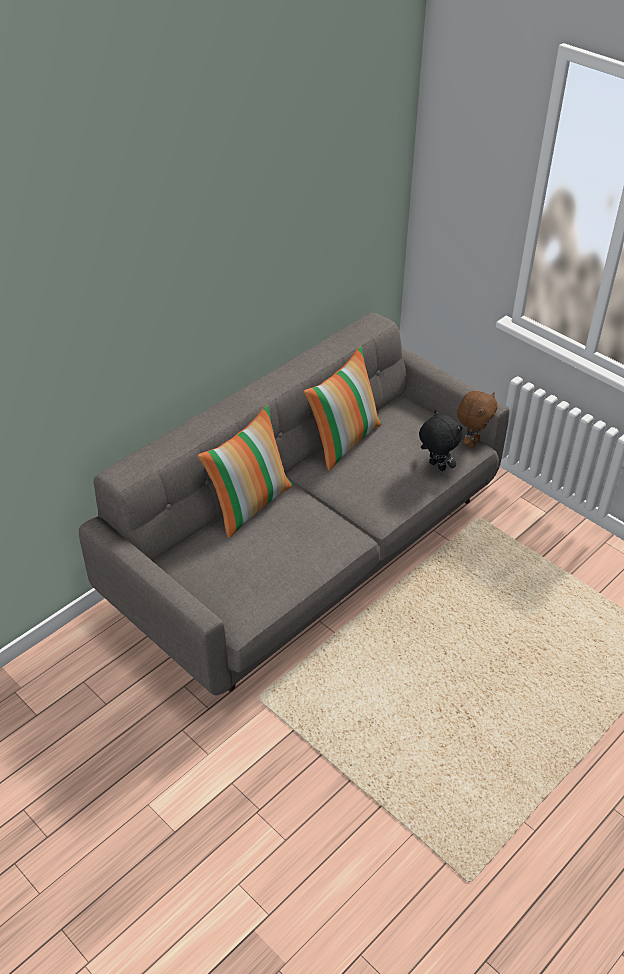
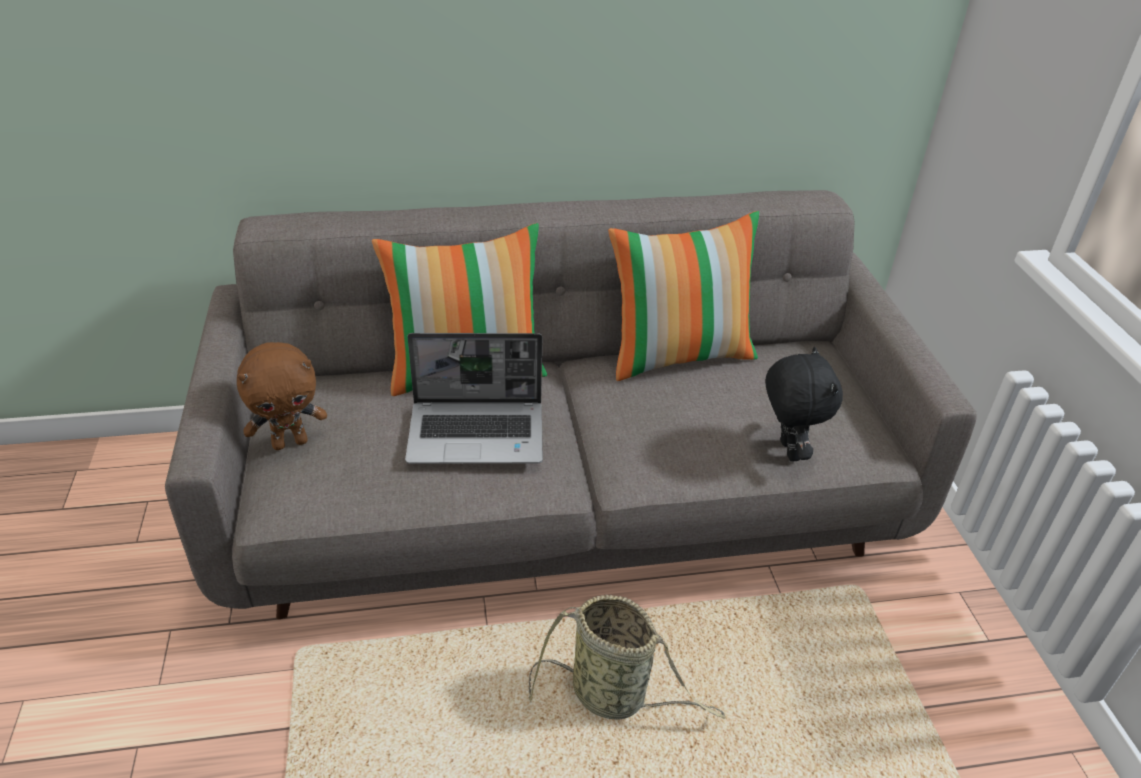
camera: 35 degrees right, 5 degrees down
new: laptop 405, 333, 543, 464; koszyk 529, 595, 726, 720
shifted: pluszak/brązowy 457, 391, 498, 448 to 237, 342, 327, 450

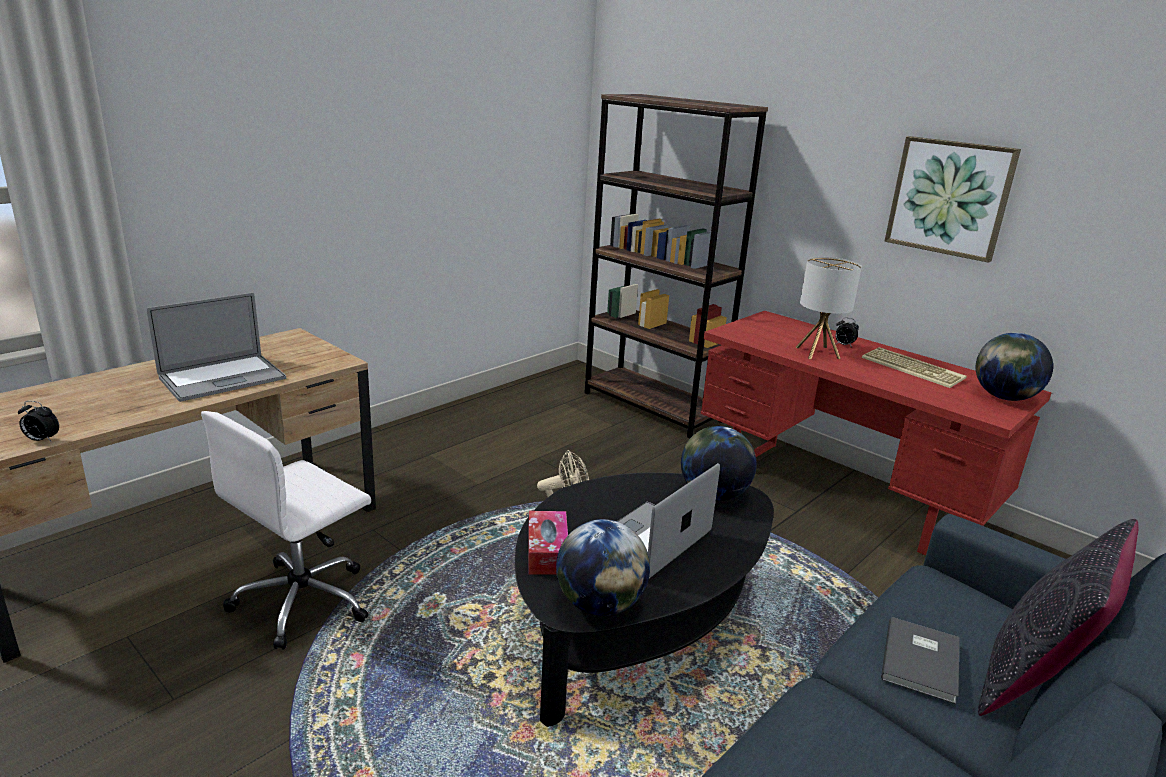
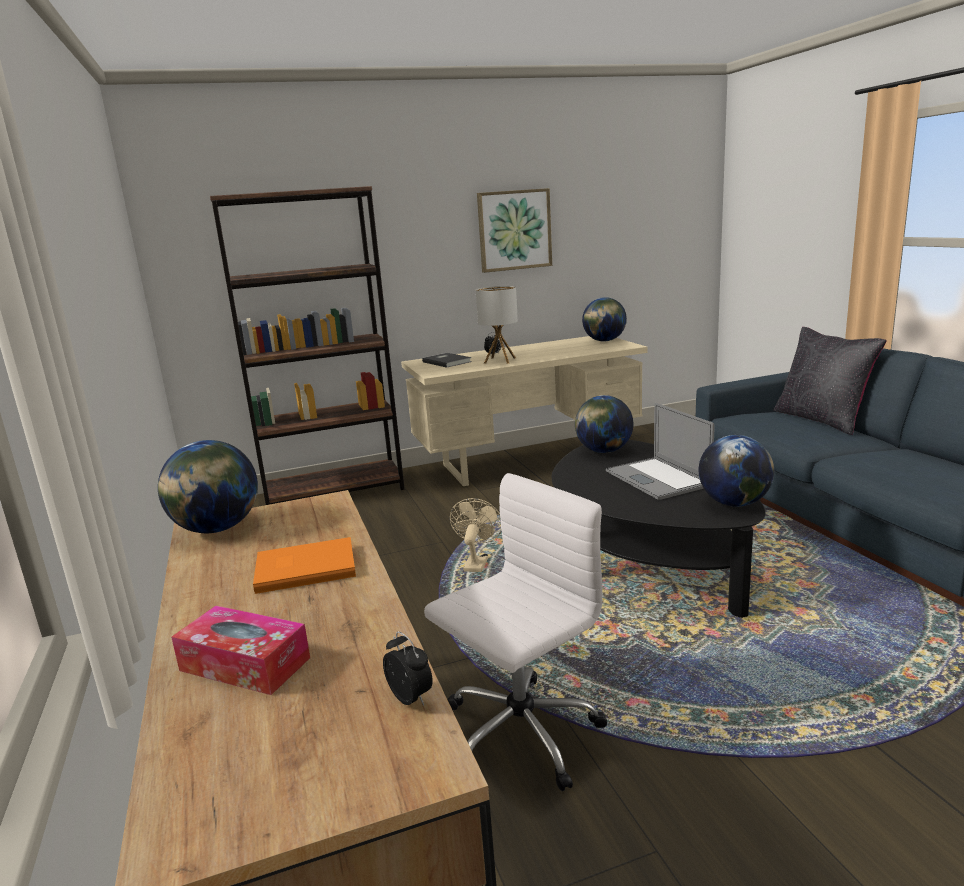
camera: 60 degrees left, 5 degrees down
gone: klawiatura 862, 347, 967, 388
new: globus 158, 440, 258, 533
shifted: pudełko chusteczek 528, 511, 568, 575 to 171, 606, 310, 695; książka/szary 881, 617, 959, 704 to 422, 353, 472, 368
swapped: laptop 147, 293, 286, 402 to książka/pomarańczowy 253, 537, 356, 594
repainted: biurko/czerwony 701, 311, 1052, 556 to biurko/beżowy 401, 336, 647, 486
rotated: budzik 18, 401, 59, 442 = 383, 632, 433, 706 75 degrees counterclockwise; krzesło biurowe/biały 201, 411, 371, 650 = 424, 473, 607, 791 105 degrees counterclockwise

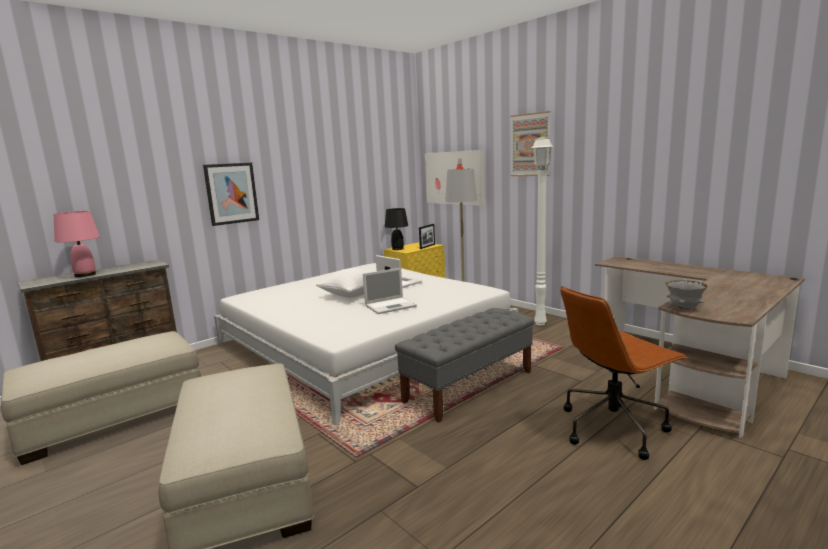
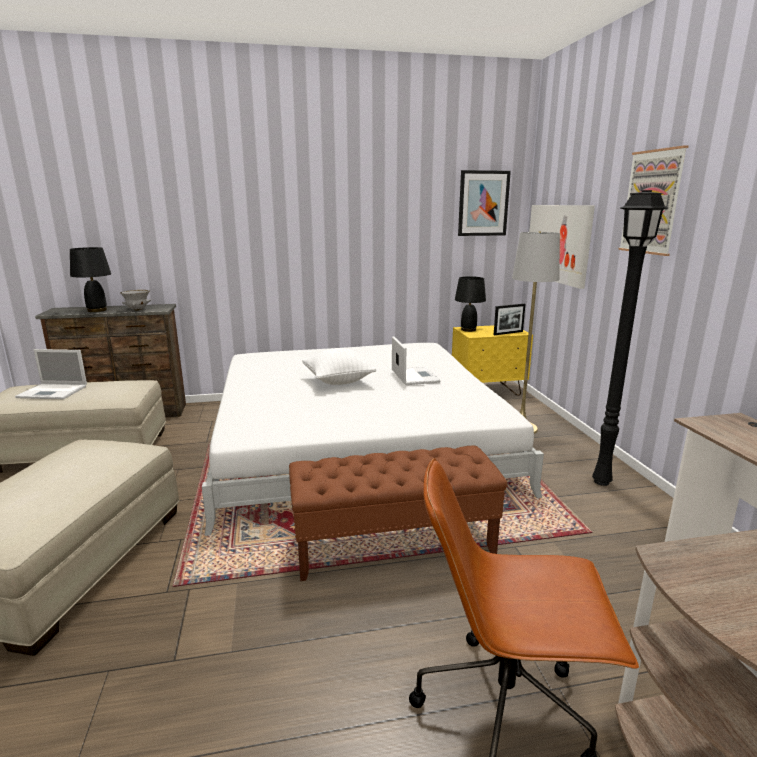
camera: 30 degrees right, 5 degrees up
shifted: obraz 203, 163, 259, 226 to 458, 170, 511, 236; laptop 363, 268, 417, 314 to 15, 349, 87, 399; miska/szary 665, 280, 708, 309 to 120, 290, 151, 310
repainted: lampa stołowa/różowy 54, 211, 100, 277 to lampa stołowa/czarny 70, 247, 111, 312; ławka/szary 395, 308, 534, 422 to ławka/brązowy 289, 446, 508, 581; lampa stojąca/biały 531, 137, 554, 326 to lampa stojąca/czarny 592, 190, 668, 486

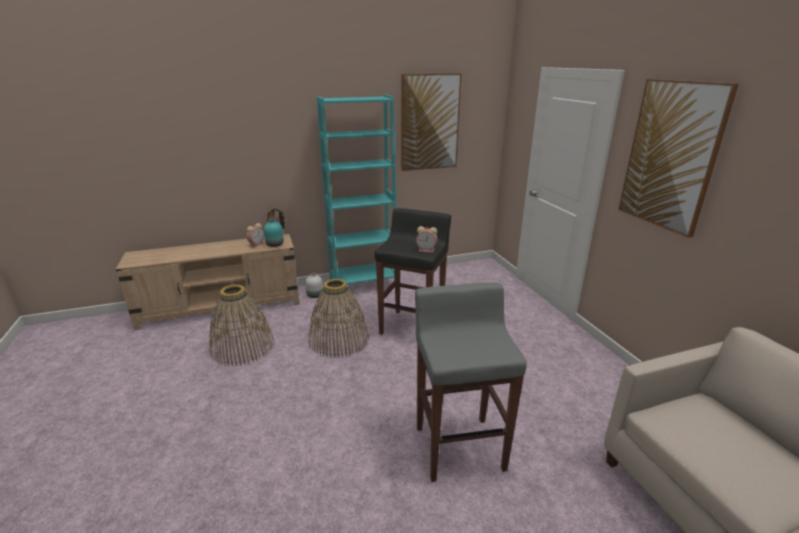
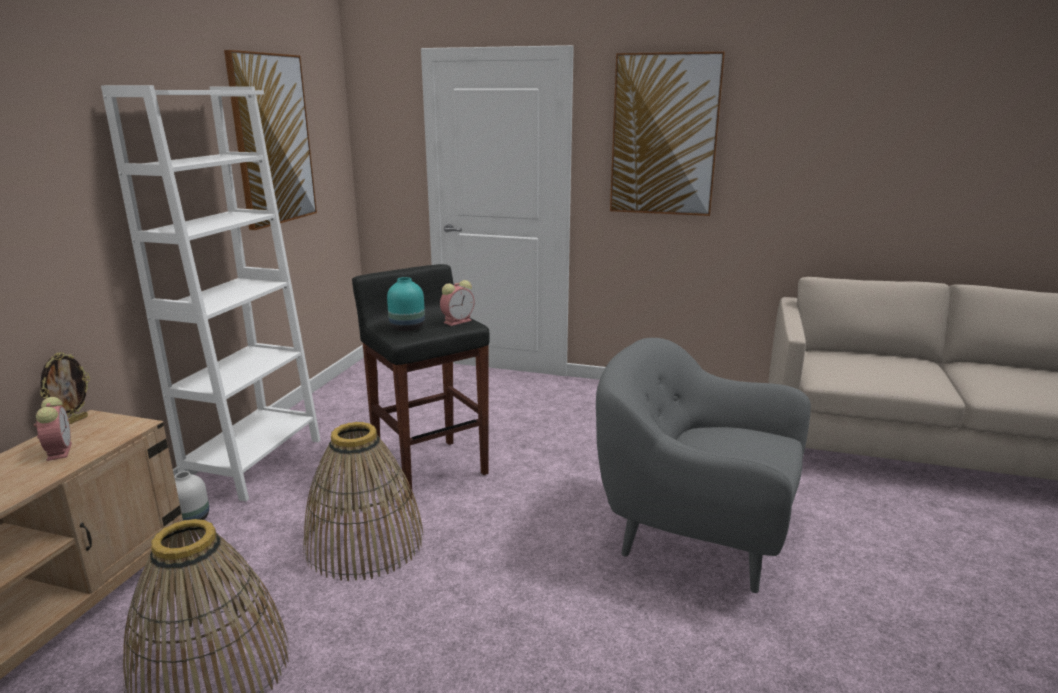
camera: 55 degrees left, 5 degrees down
shifted: wazon/turkusowy 264, 220, 284, 247 to 387, 277, 425, 331
swapped: stołek/szary 415, 282, 527, 482 to fotel/szary 596, 338, 811, 593
repainted: regał/turkusowy 317, 95, 397, 287 to regał/biały 101, 85, 321, 501

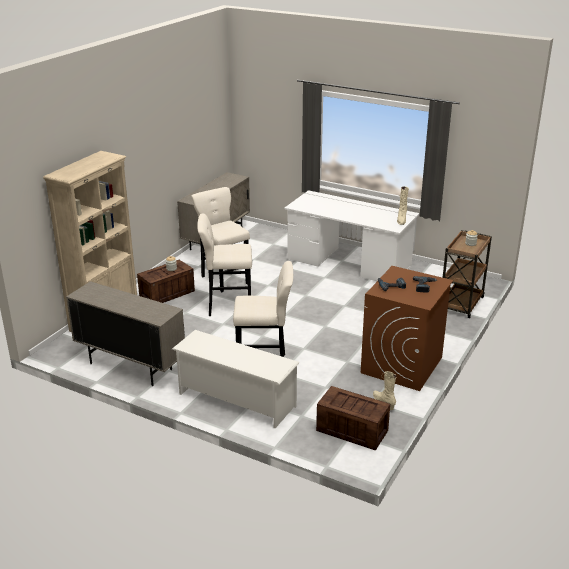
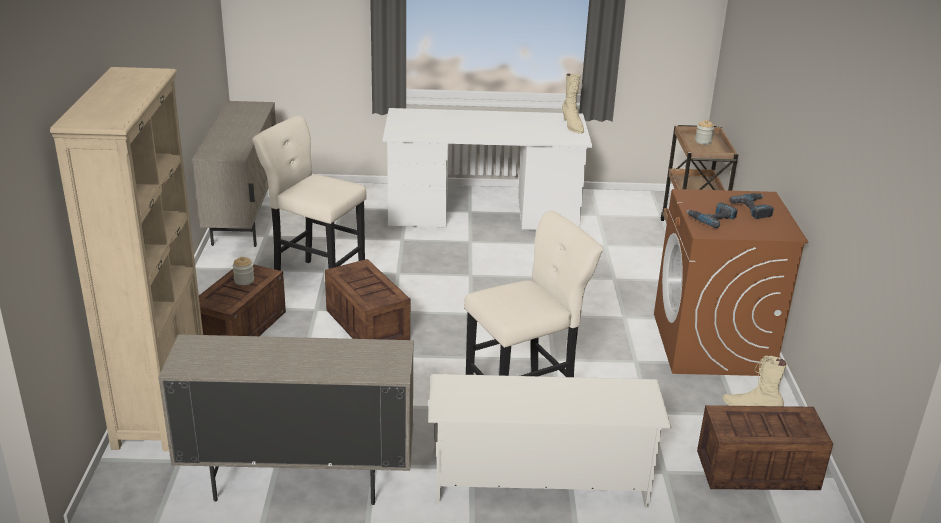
camera: 30 degrees left, 0 degrees up
swapped: stołek/beżowy 197, 214, 252, 316 to skrzynka 325, 259, 410, 340

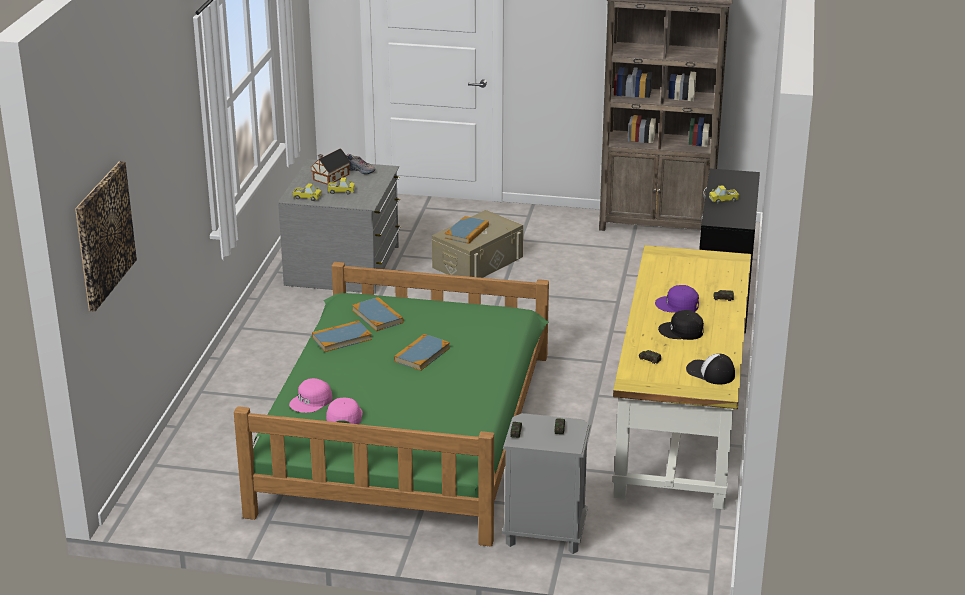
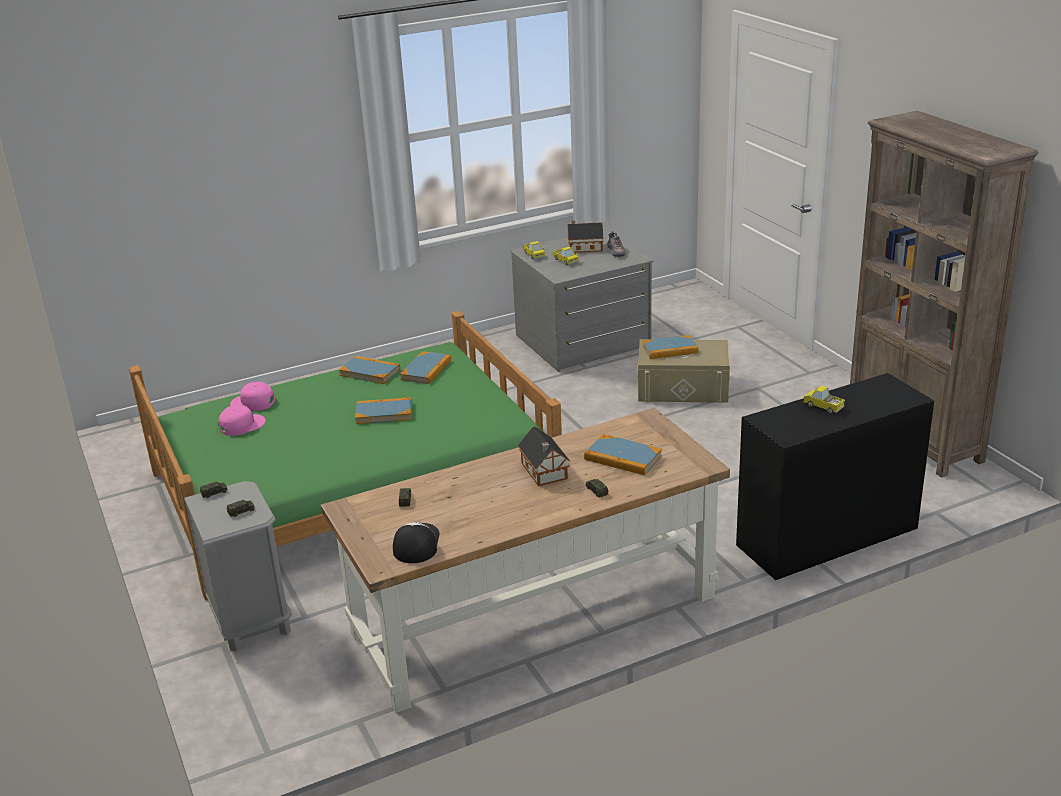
camera: 55 degrees right, 0 degrees up
gone: obraz 75, 161, 137, 312; czapka z daszkiem/czarny 658, 310, 704, 340
new: książka 584, 434, 662, 475
swapped: czapka z daszkiem/fioletowy 655, 285, 699, 313 to domek 518, 427, 570, 486
repainted: biurko/żółty 613, 245, 751, 510 to biurko/brązowy 321, 408, 730, 713

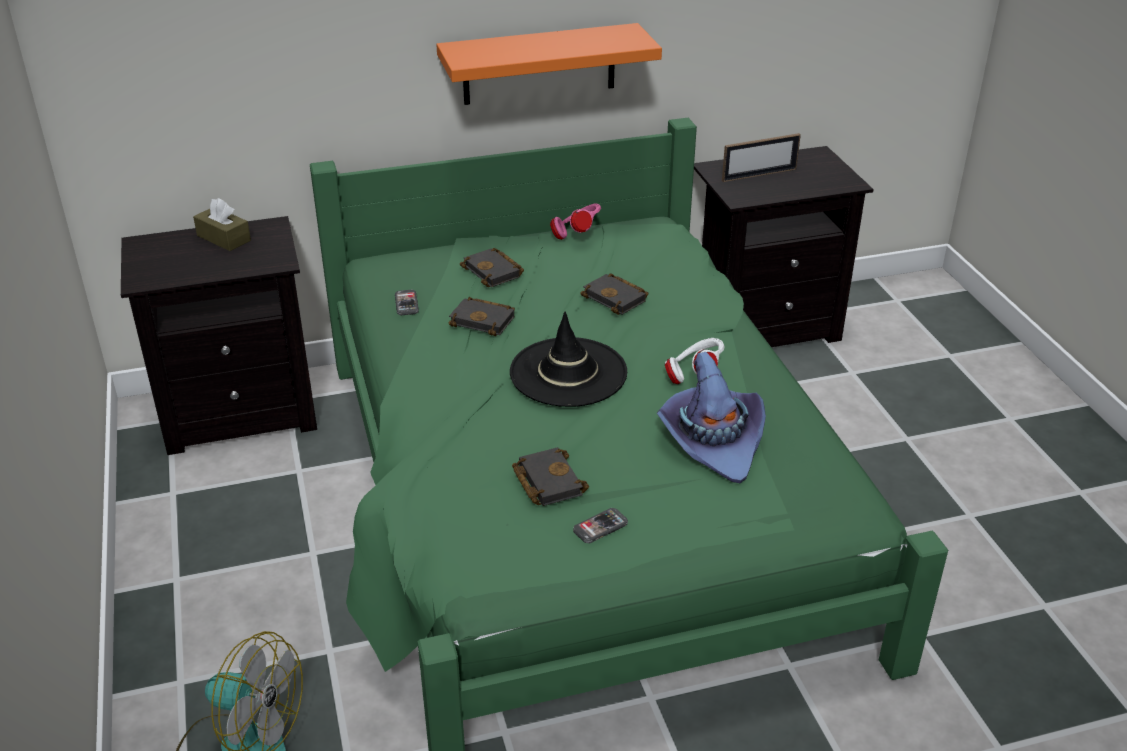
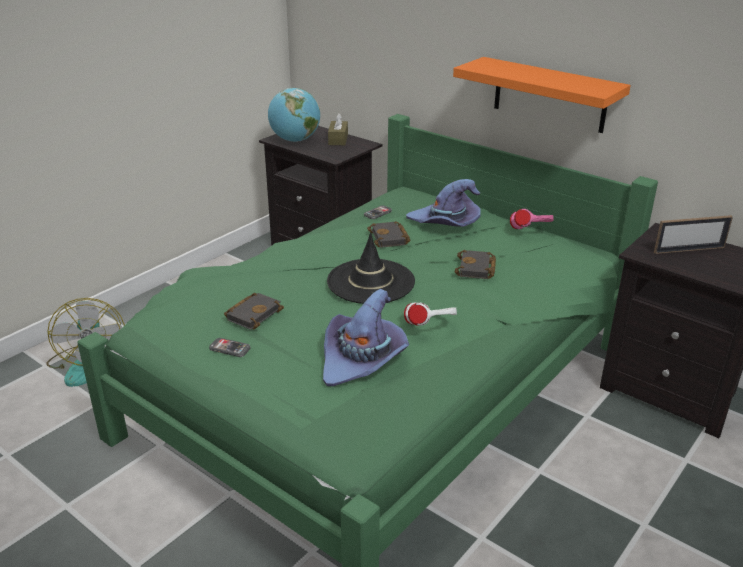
camera: 55 degrees right, 5 degrees down
new: globus 268, 88, 320, 142
swapped: książka/czarny 460, 248, 524, 287 to kapelusz/fioletowy 406, 179, 481, 227
rotated: ramka na zdjęcie 722, 133, 801, 182 = 654, 215, 733, 254 45 degrees counterclockwise

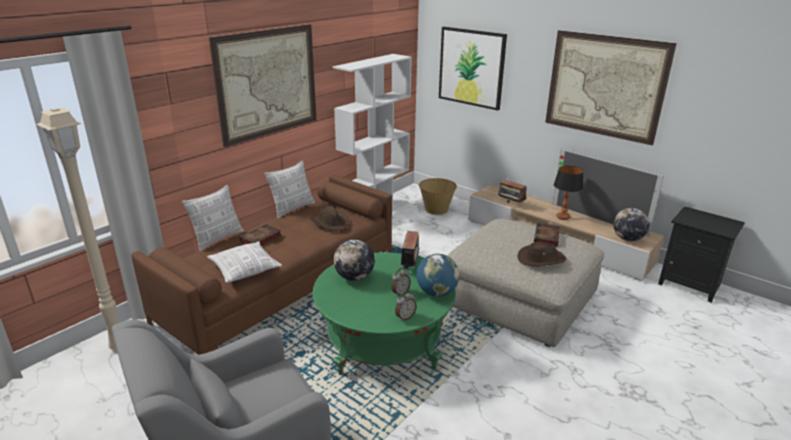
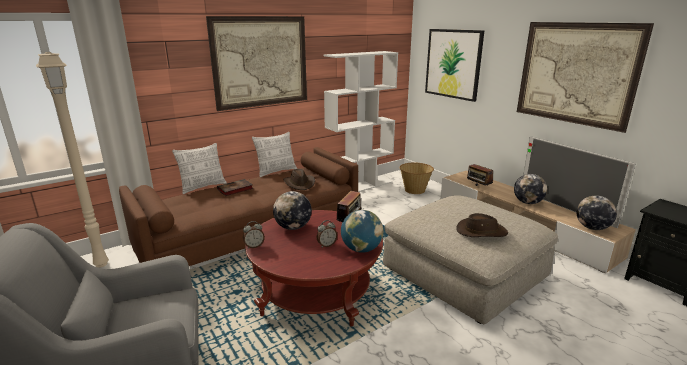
camera: 15 degrees right, 5 degrees down
gone: poduszka 207, 241, 282, 283; książka 534, 223, 560, 247
shifted: budzik 395, 291, 417, 321 to 243, 221, 265, 248
swapped: lampa stołowa 554, 166, 583, 220 to globus 514, 174, 547, 204
repainted: ława/zielony 313, 252, 456, 375 to ława/czerwony 245, 210, 383, 327

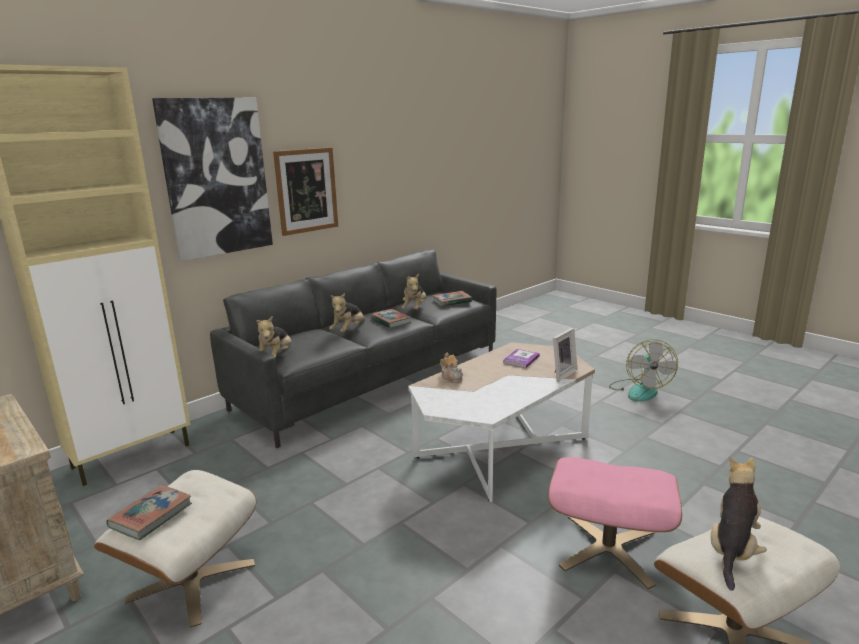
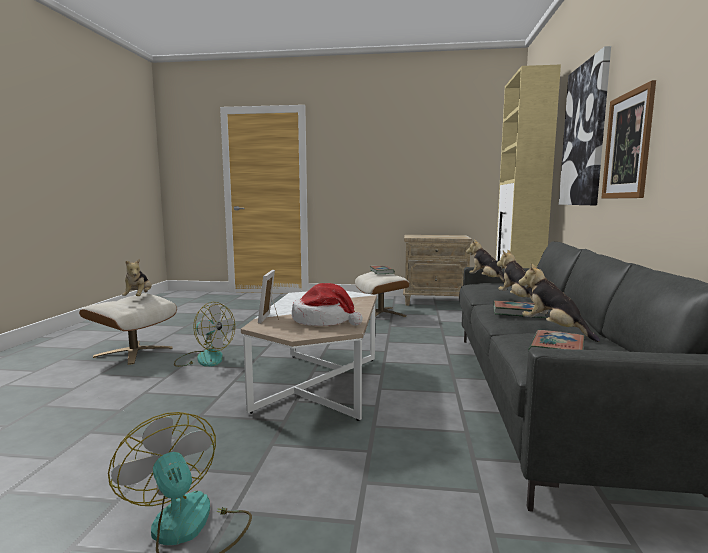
camera: 140 degrees right, 10 degrees down
gone: imbryk 440, 353, 463, 383
swapped: książka 503, 349, 540, 368 to kapelusz 291, 283, 363, 326; pufa/różowy 548, 457, 682, 589 to wentylator 174, 302, 235, 367

